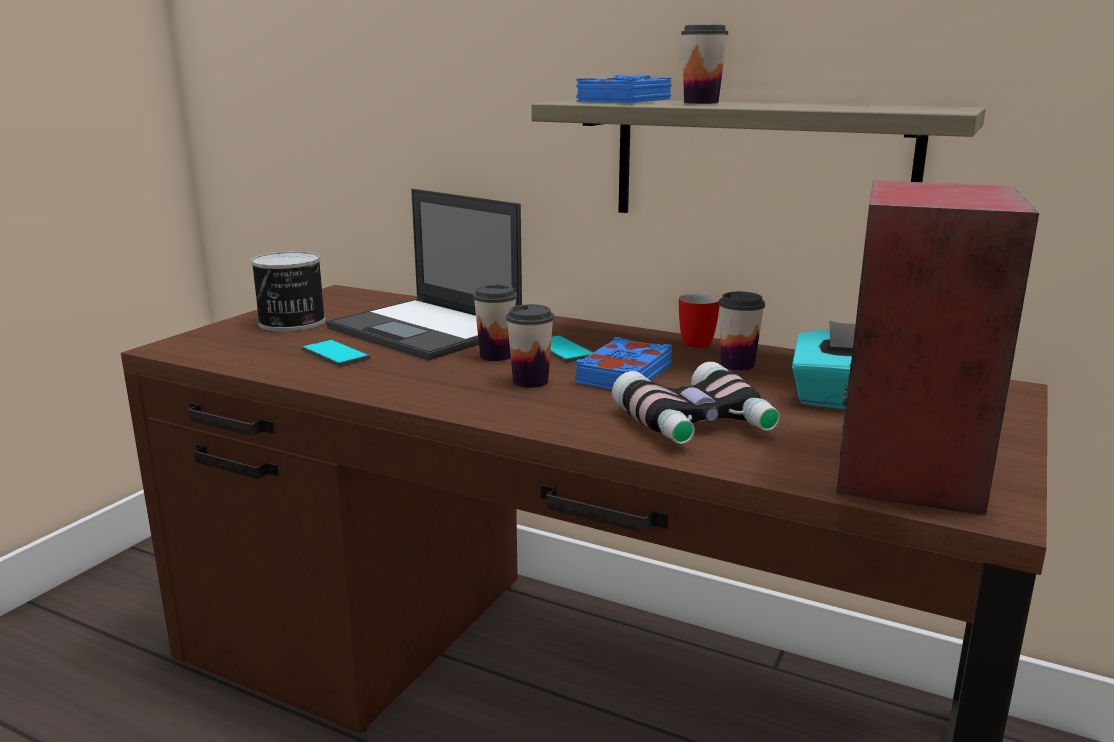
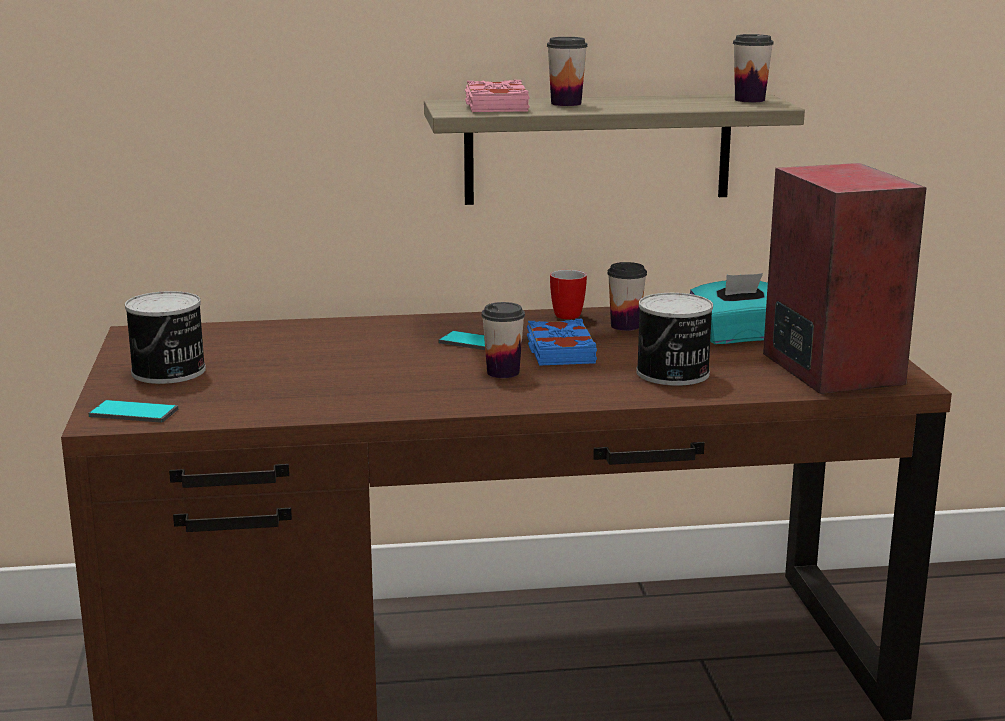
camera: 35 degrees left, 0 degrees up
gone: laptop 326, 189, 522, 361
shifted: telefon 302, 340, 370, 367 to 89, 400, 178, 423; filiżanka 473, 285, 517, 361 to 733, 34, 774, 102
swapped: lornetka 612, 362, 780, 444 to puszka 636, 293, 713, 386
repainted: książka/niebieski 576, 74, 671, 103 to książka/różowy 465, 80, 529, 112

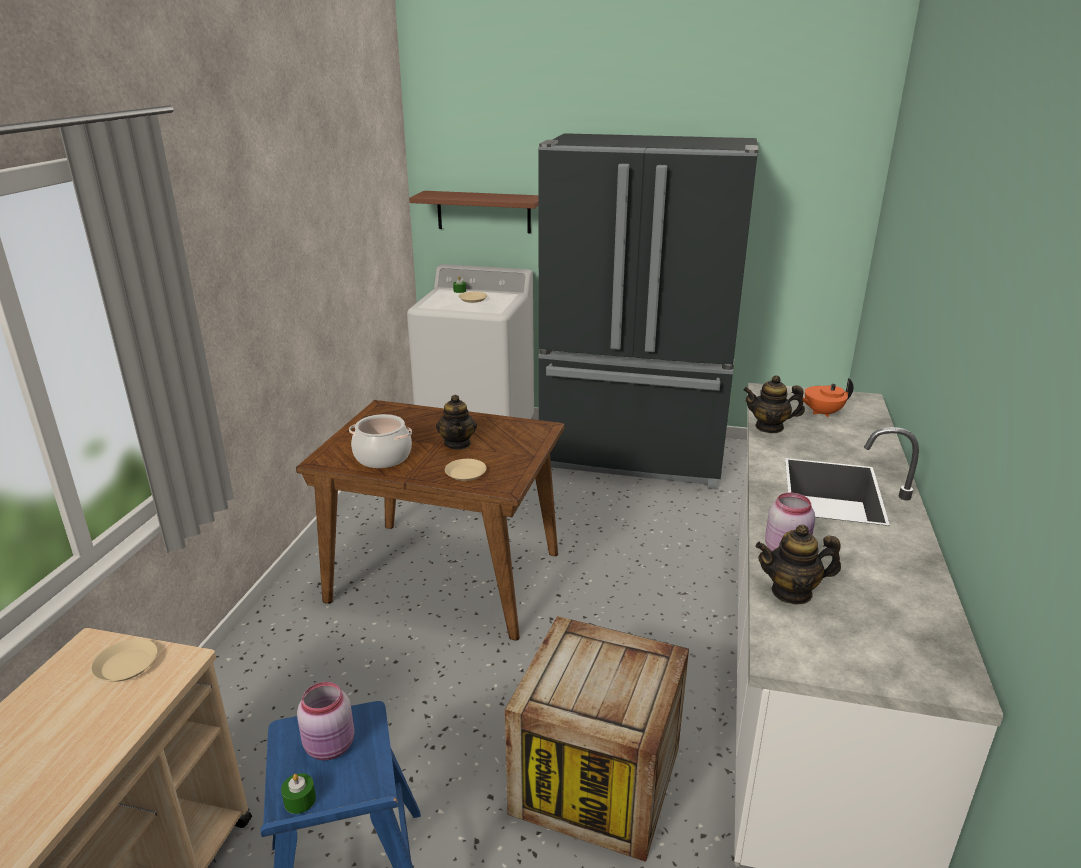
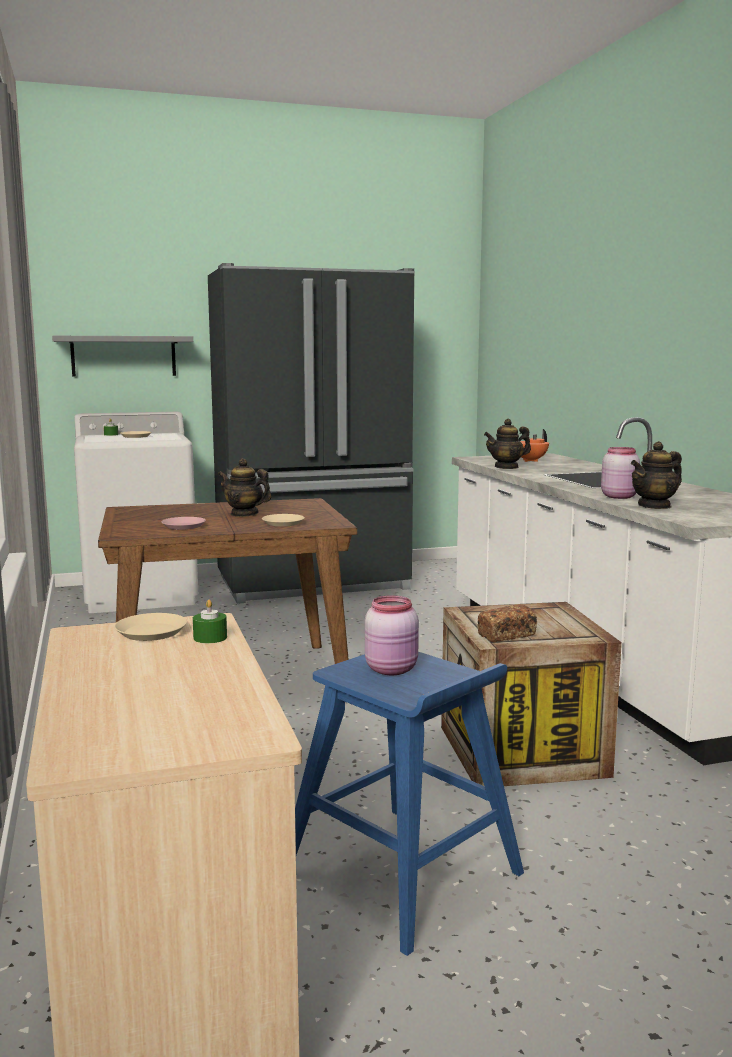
camera: 30 degrees left, 15 degrees down
new: chleb 477, 604, 537, 642
shifted: świeca/zielony 281, 773, 316, 814 to 193, 599, 227, 643
swapped: garnek 349, 414, 412, 468 to talerz/różowy 161, 517, 206, 530
repainted: półka/brązowy 409, 191, 539, 233 to półka/szary 52, 336, 193, 376
rotated: imbryk 436, 395, 477, 450 = 218, 458, 271, 517 150 degrees clockwise

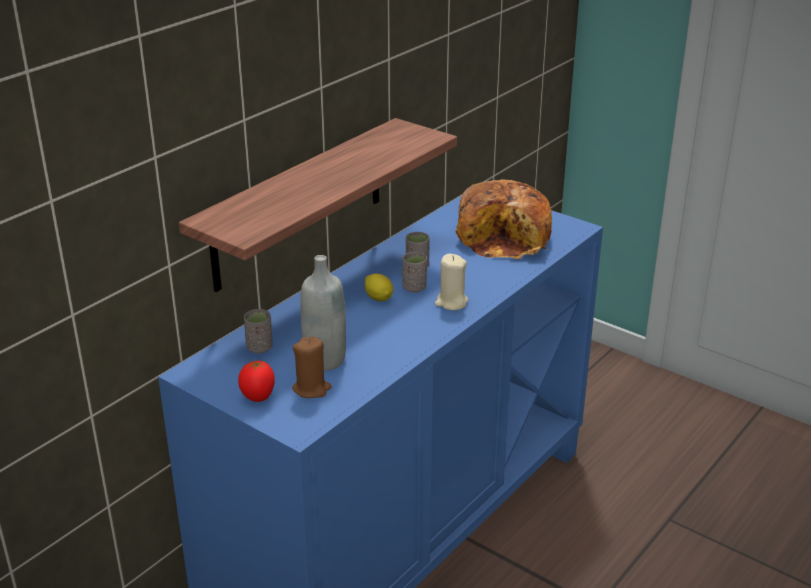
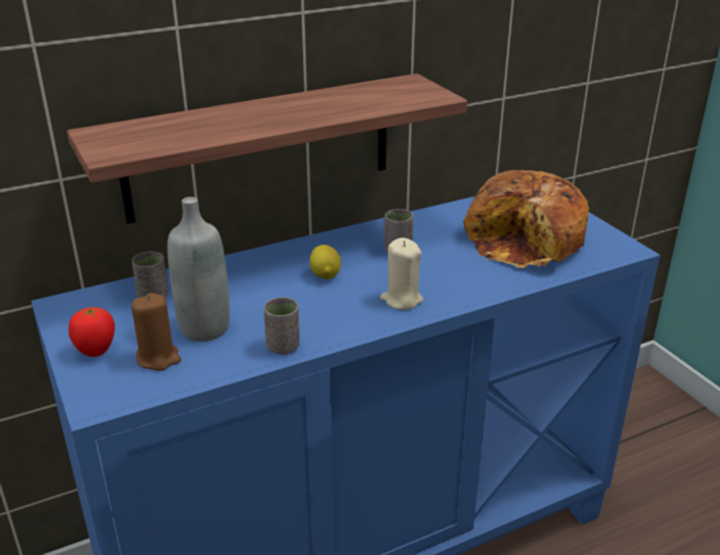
camera: 25 degrees right, 0 degrees up
shifted: filiżanka/szary 402, 252, 427, 293 to 264, 297, 300, 354

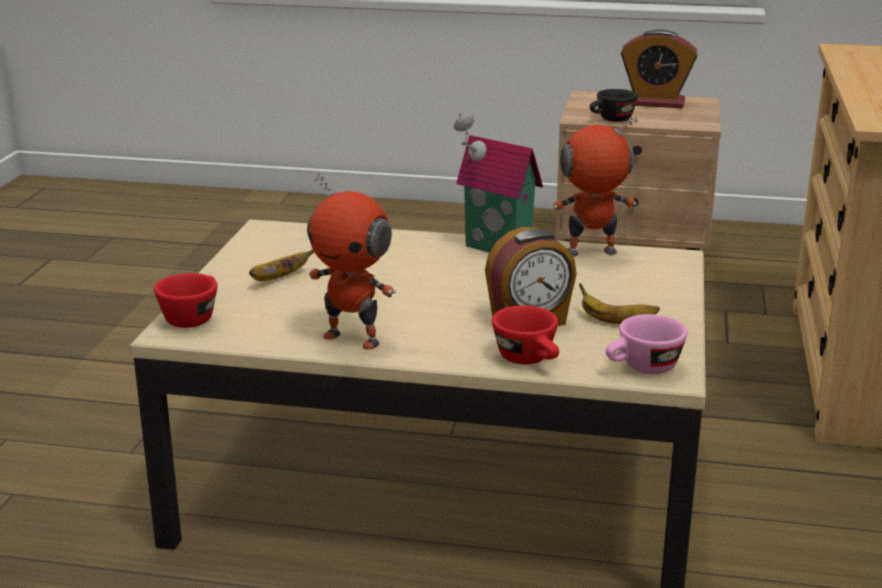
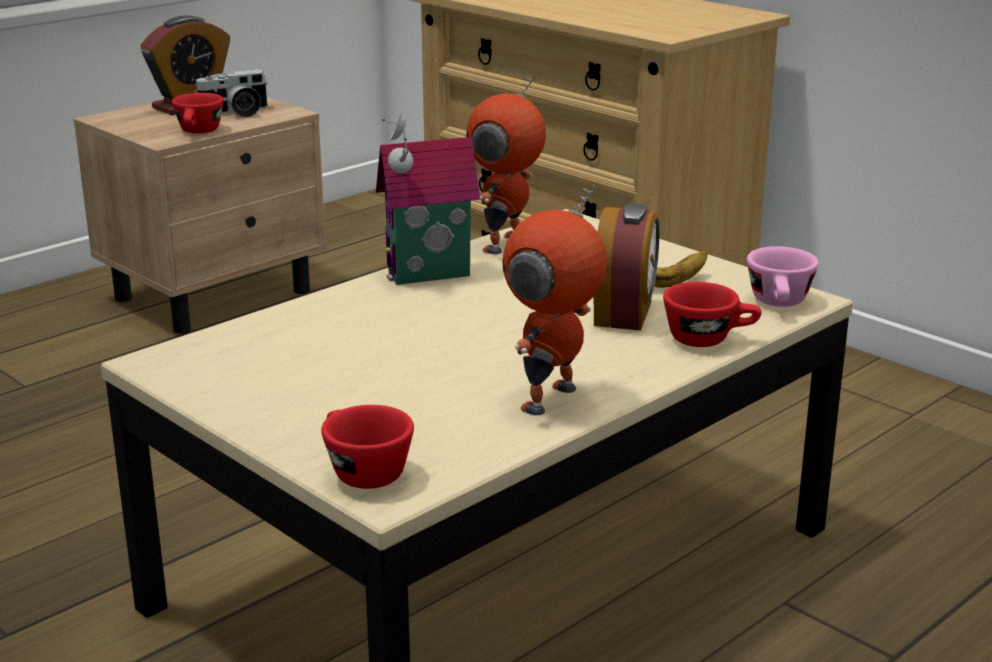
camera: 55 degrees left, 0 degrees up
gone: banan 249, 249, 314, 281
new: aparat fotograficzny 194, 69, 268, 118
repainted: filiżanka/czarny 590, 89, 638, 122 to filiżanka/czerwony 172, 93, 224, 134
rotated: robot zabawkowy 307, 172, 396, 350 = 502, 185, 607, 415 150 degrees clockwise

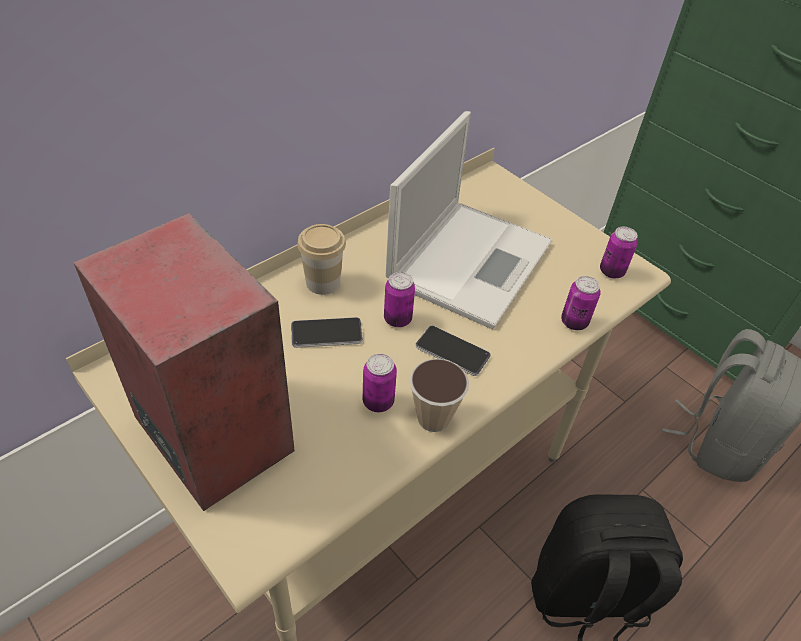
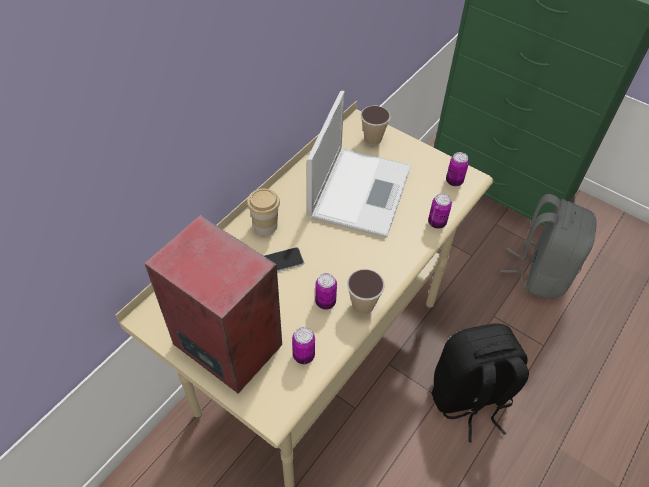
camera: 10 degrees left, 5 degrees up
gone: telefon 415, 326, 491, 376
new: filiżanka 361, 106, 391, 145
shifted: puszka 384, 272, 415, 327 to 292, 327, 315, 364

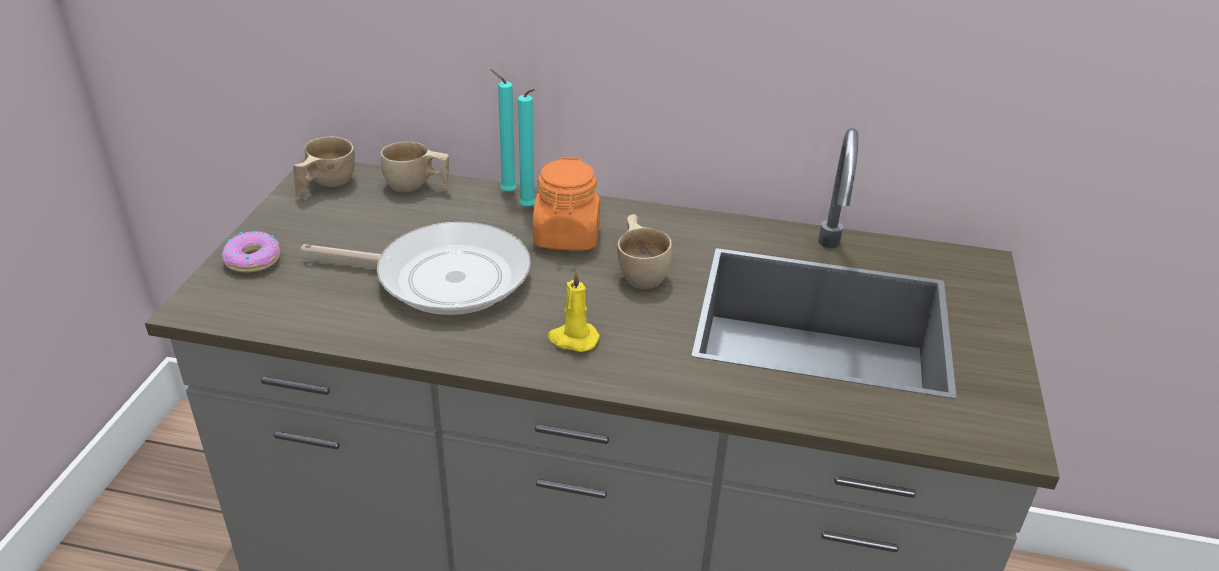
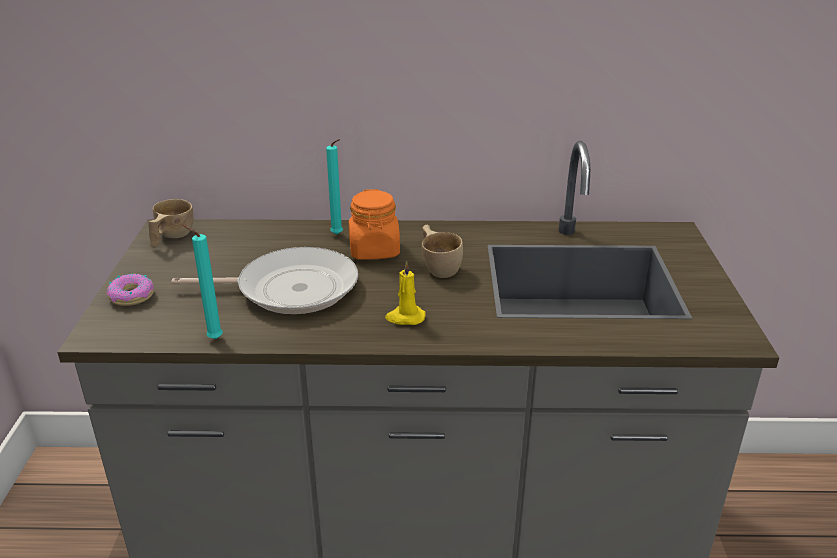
camera: 10 degrees left, 5 degrees down
gone: filiżanka/beżowy 380, 142, 449, 192
shifted: świeca/turkusowy 491, 69, 517, 193 to 182, 225, 223, 339

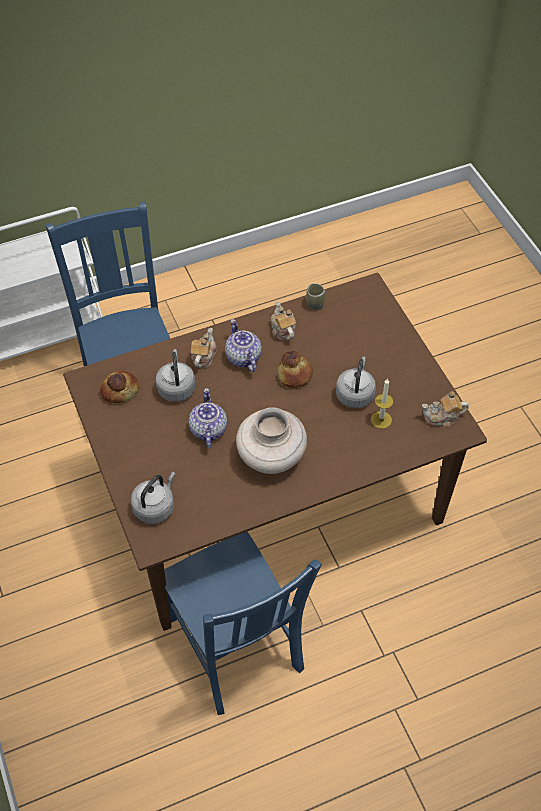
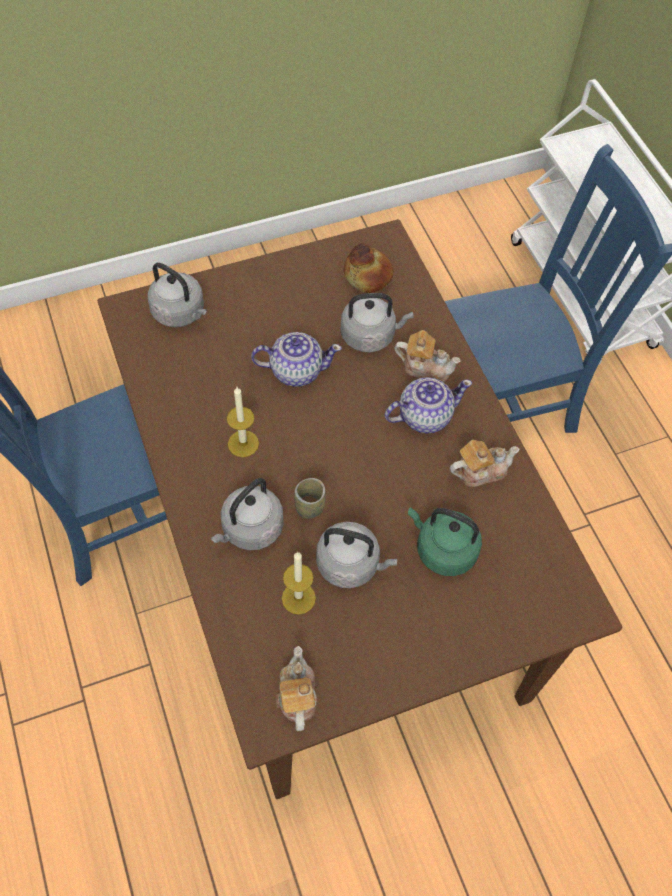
camera: 90 degrees right, 5 degrees up
gone: chleb 277, 351, 313, 388
new: czajnik/szary 211, 478, 284, 550; czajnik/zielony 408, 507, 482, 576
shifted: filiżanka 306, 283, 325, 310 to 294, 478, 326, 519
swapped: wazon/beżowy 236, 407, 307, 474 to świeca 227, 387, 259, 457

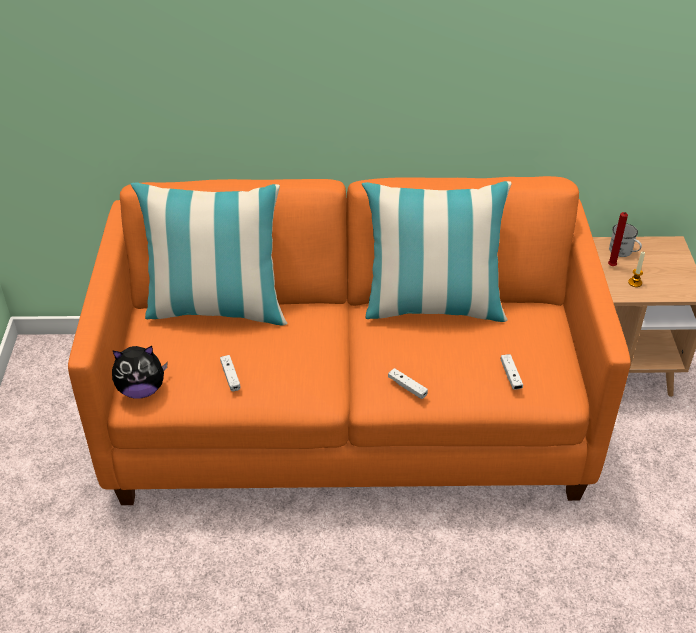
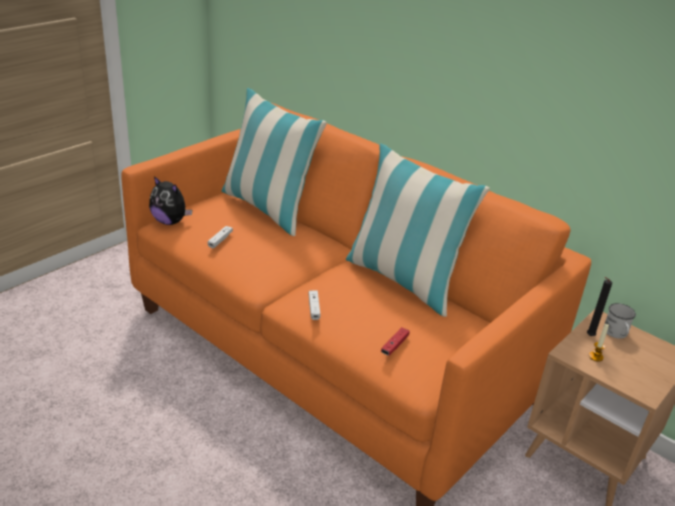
camera: 40 degrees right, 10 degrees down
repainted: pad do gier/biały 501, 354, 523, 390 to pad do gier/czerwony 381, 327, 410, 356; świeca/czerwony 608, 212, 628, 266 to świeca/czarny 587, 277, 612, 336

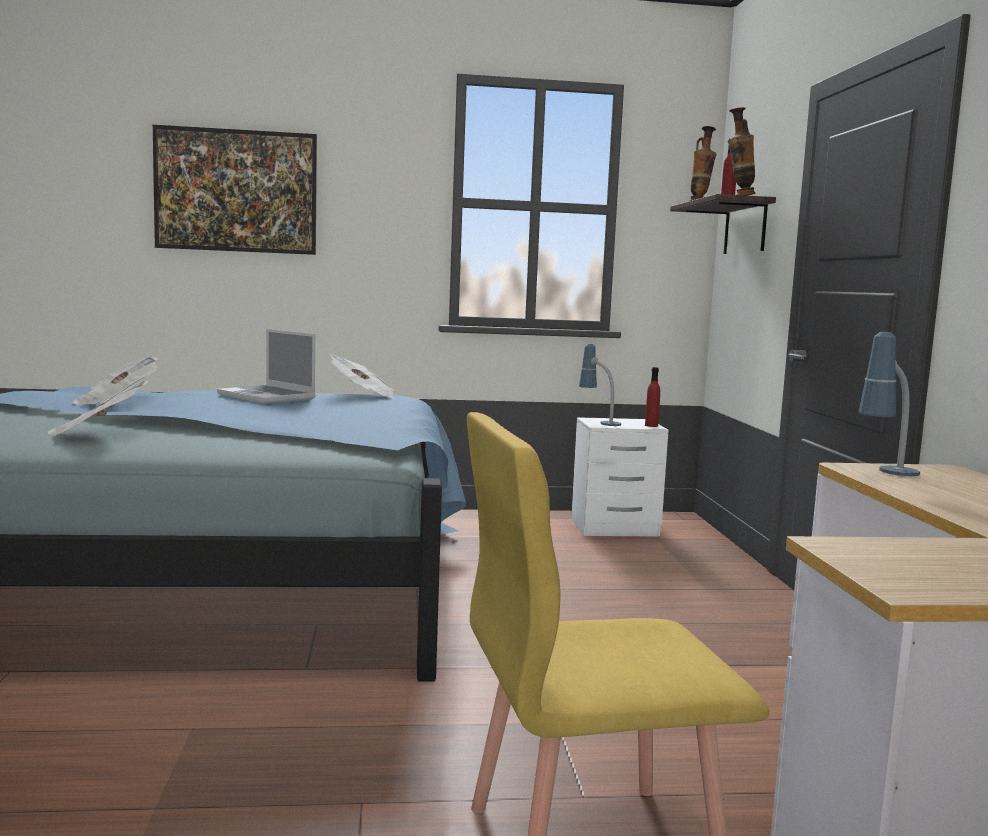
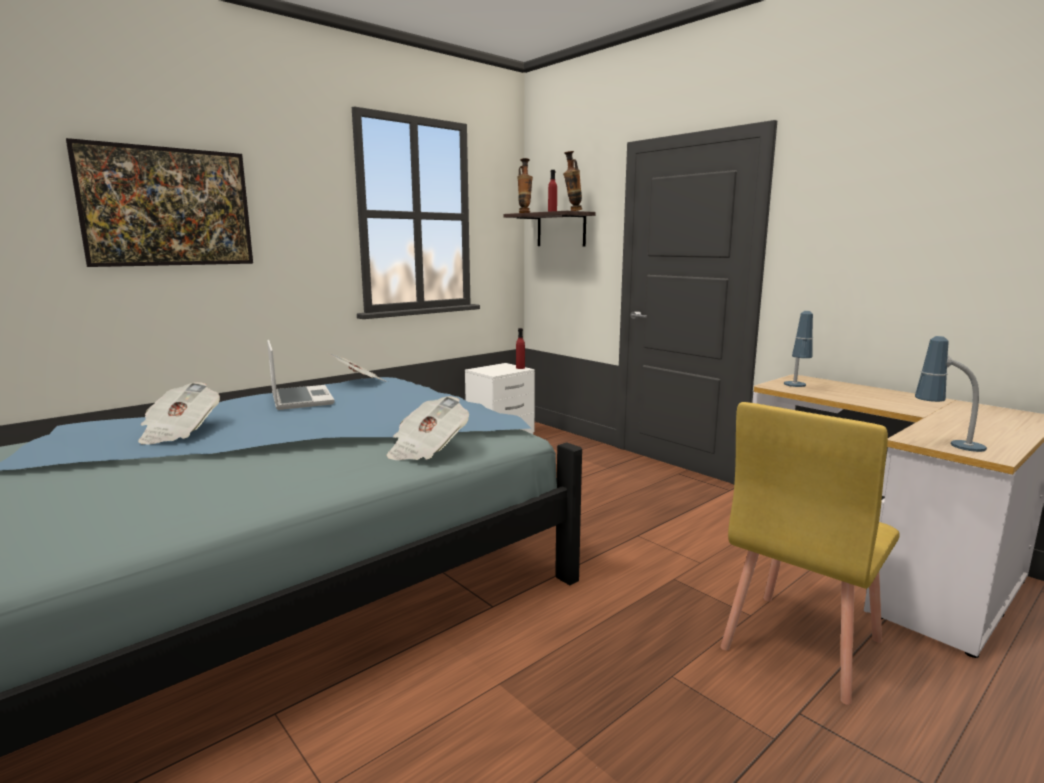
camera: 35 degrees left, 5 degrees up
shifted: gazeta 47, 380, 149, 436 to 386, 396, 469, 460; lampa stołowa 579, 344, 621, 426 to 915, 336, 987, 452
rotated: laptop 217, 329, 315, 404 = 267, 340, 335, 410 120 degrees counterclockwise

